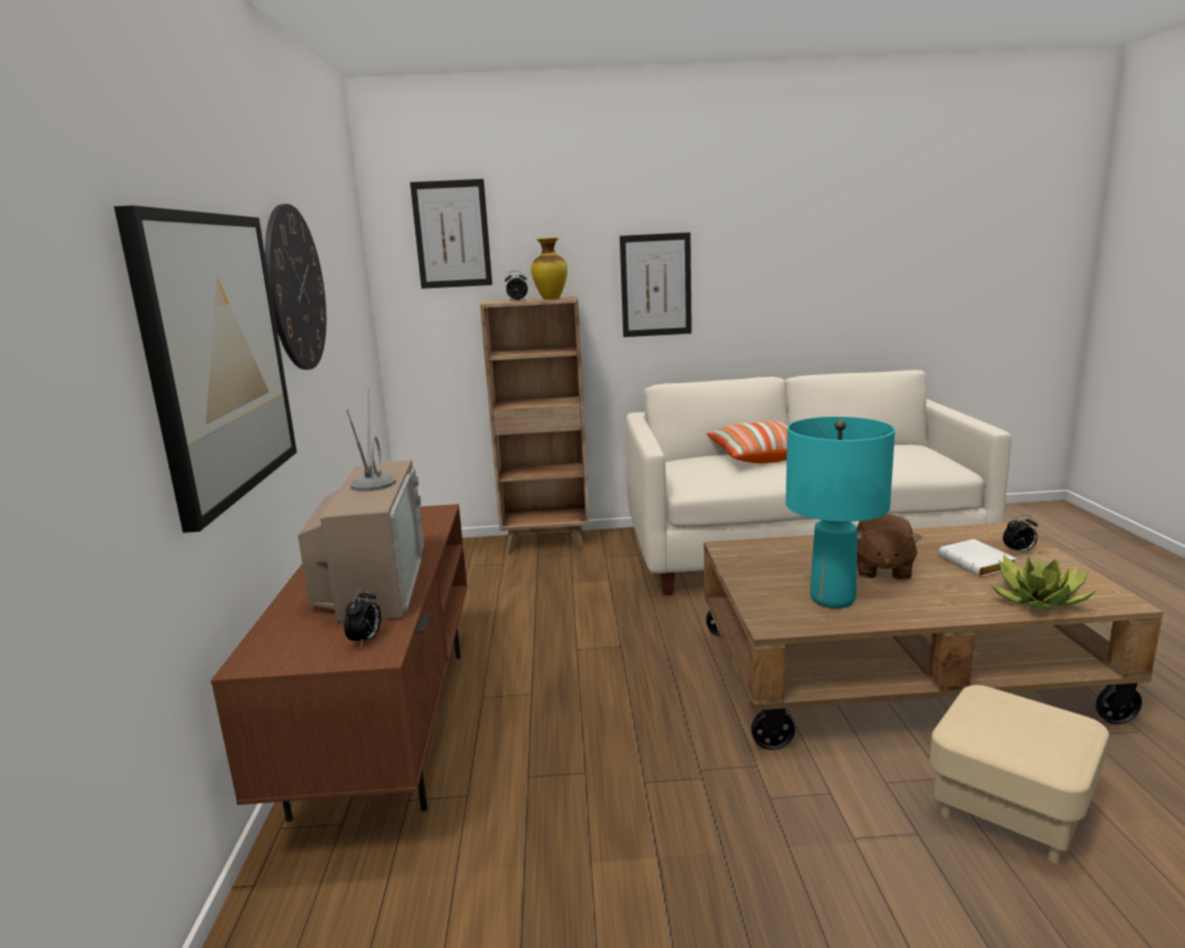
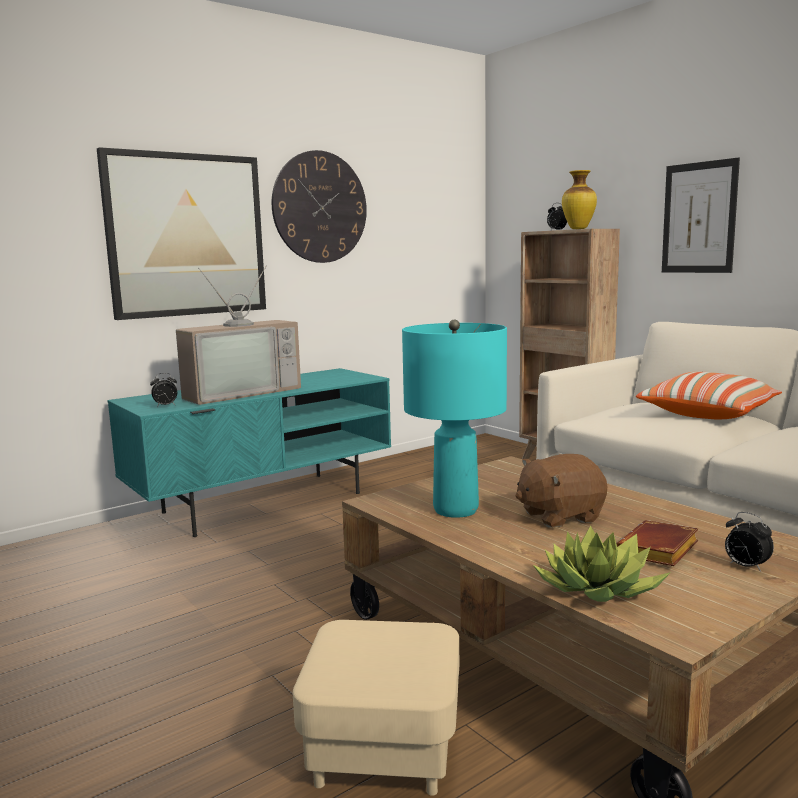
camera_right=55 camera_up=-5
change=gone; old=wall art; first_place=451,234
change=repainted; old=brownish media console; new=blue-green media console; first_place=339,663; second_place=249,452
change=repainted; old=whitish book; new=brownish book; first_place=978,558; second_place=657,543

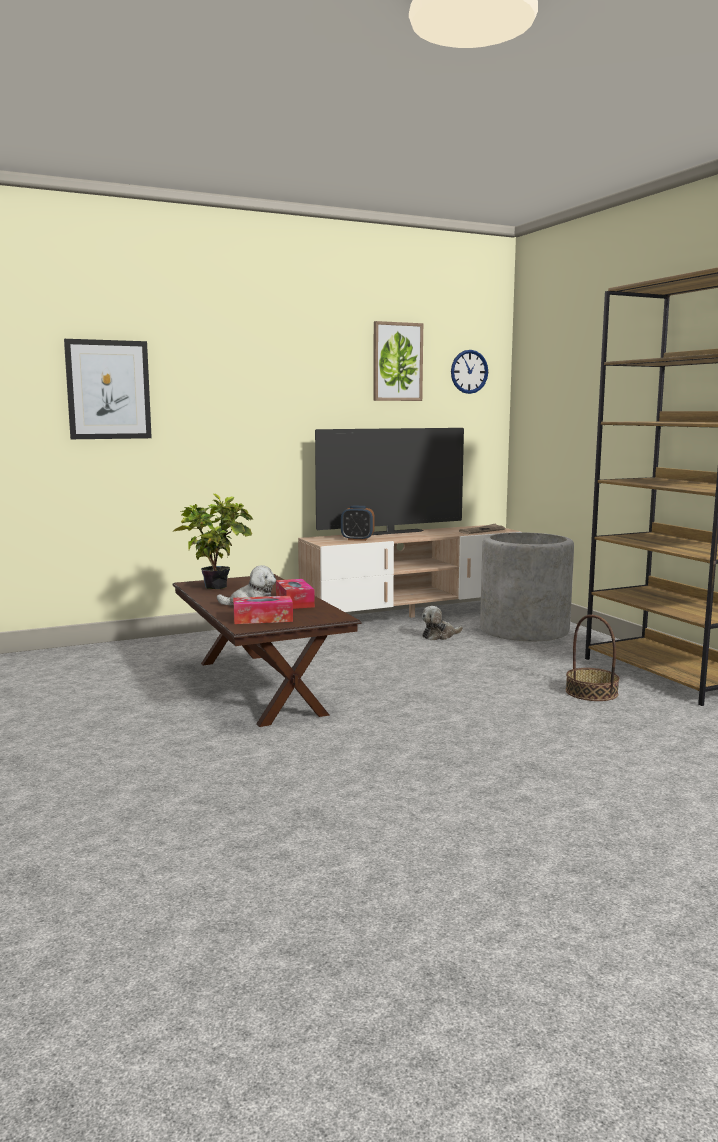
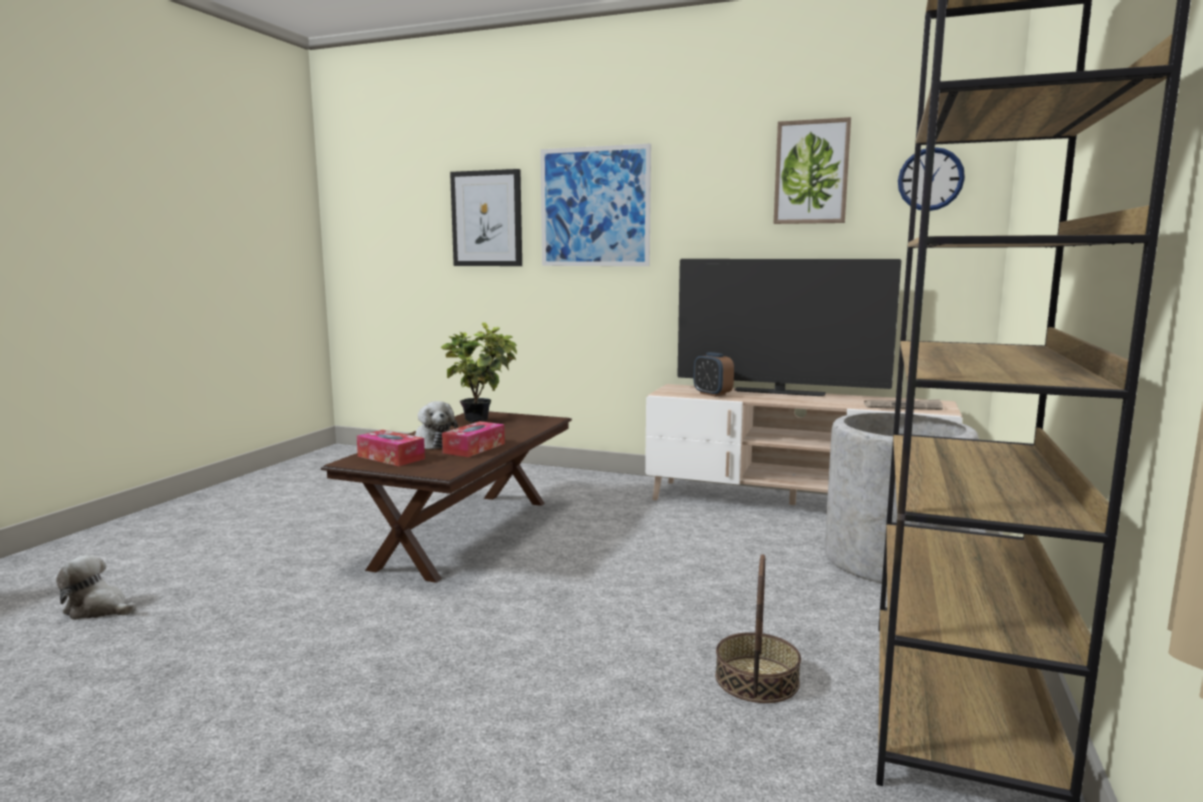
camera_right=45 camera_up=0
change=new; new=wall art; second_place=595,205
change=shifted; old=soft toy; first_place=442,623; second_place=96,587

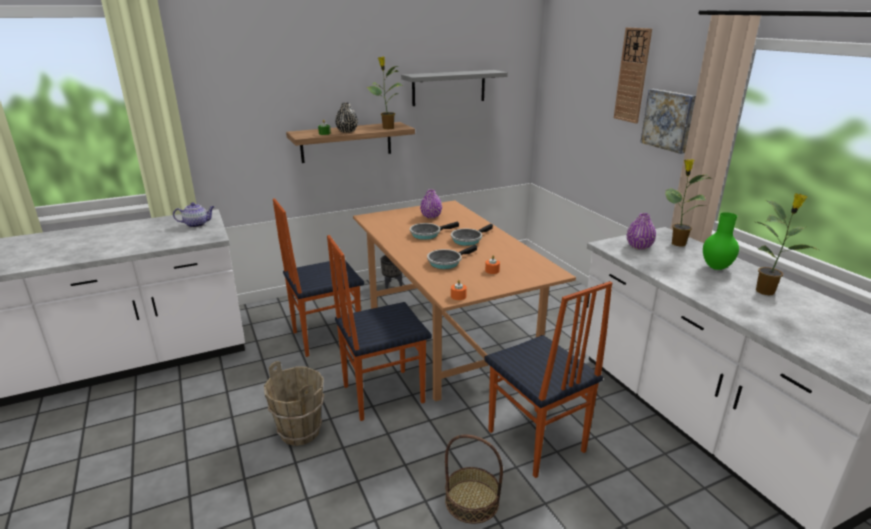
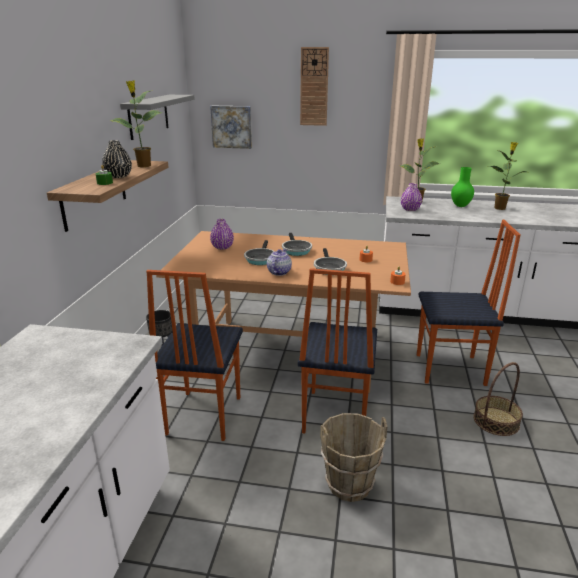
camera_right=-55 camera_up=0
change=shifted; old=tea pot; first_place=194,215; second_place=279,262
change=shifted; old=wall art; first_place=668,121; second_place=231,127

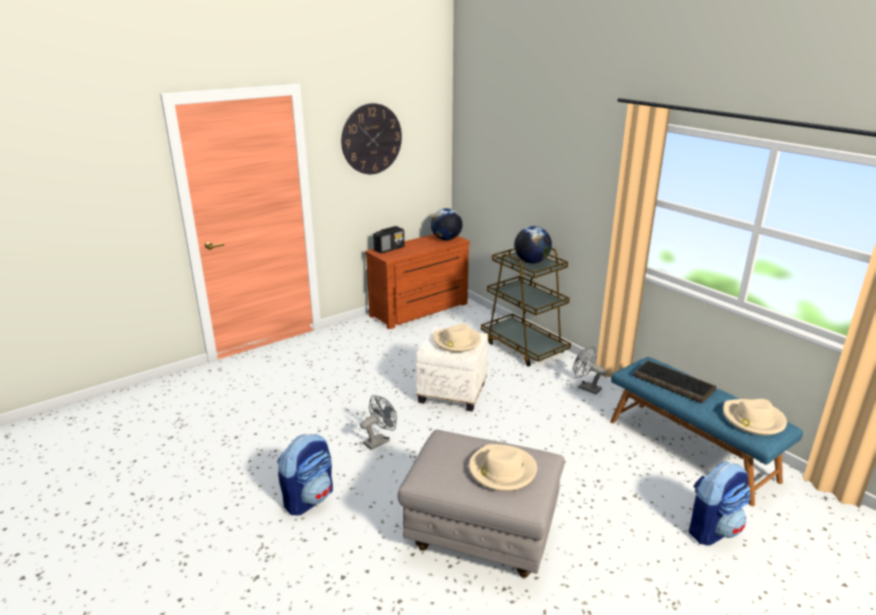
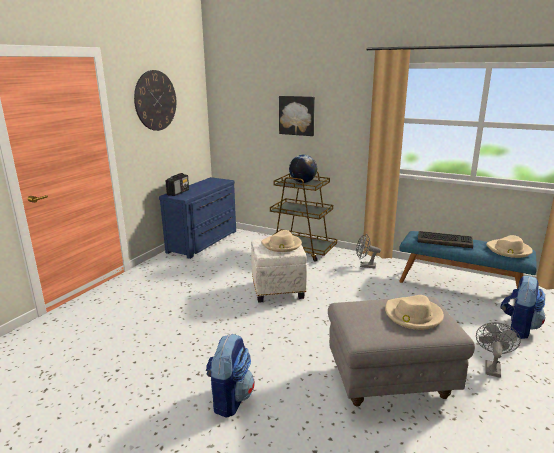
camera_right=-25 camera_up=-5
change=gone; old=desk globe; first_place=447,224
change=new; new=wall art; second_place=297,116
change=shifted; old=greyish cooling fan; first_place=378,422; second_place=498,350
change=repainted; old=brownish chest of drawers; new=blue-coloured chest of drawers; first_place=417,281; second_place=197,218

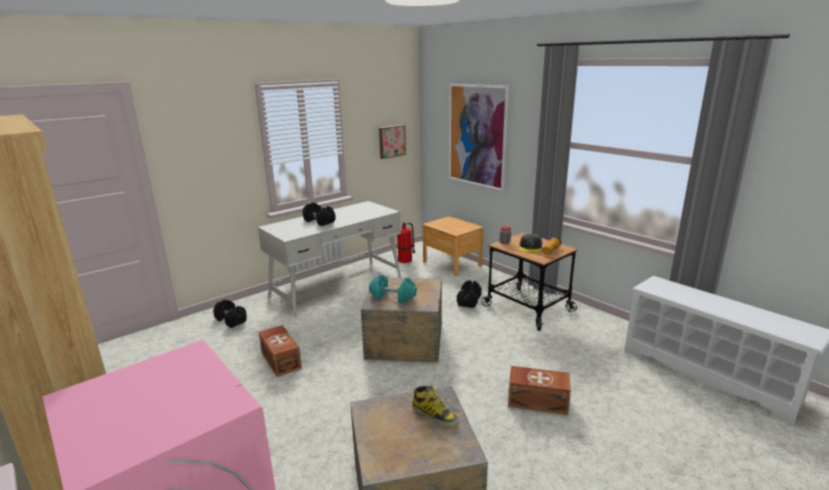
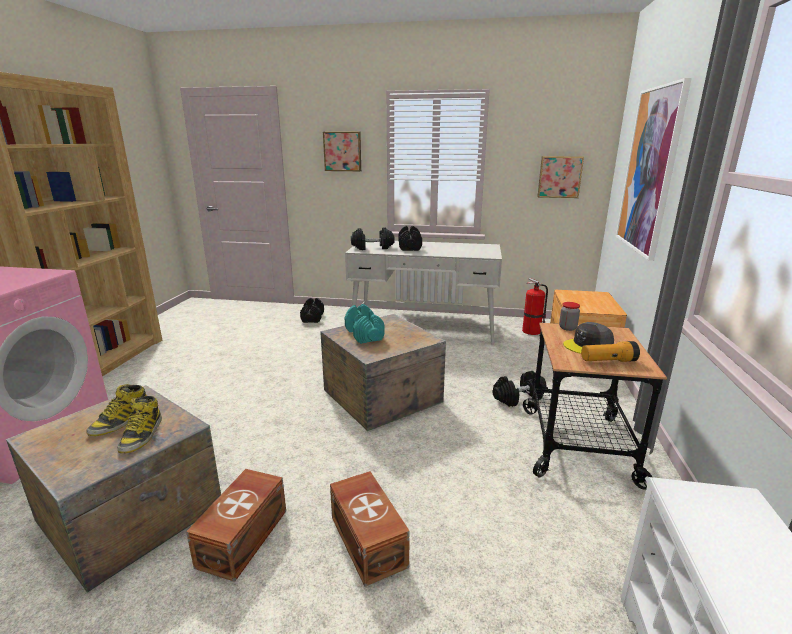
camera_right=50 camera_up=0
change=new; new=high-top boot; second_place=116,410
change=new; new=wall art; second_place=342,151
change=new; new=black-coloured free weight; second_place=373,238
change=shifted; old=brownish storage box; first_place=280,351; second_place=236,525

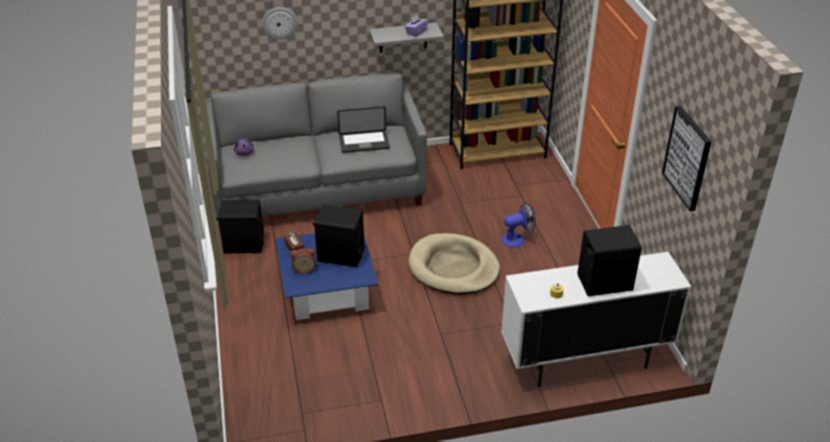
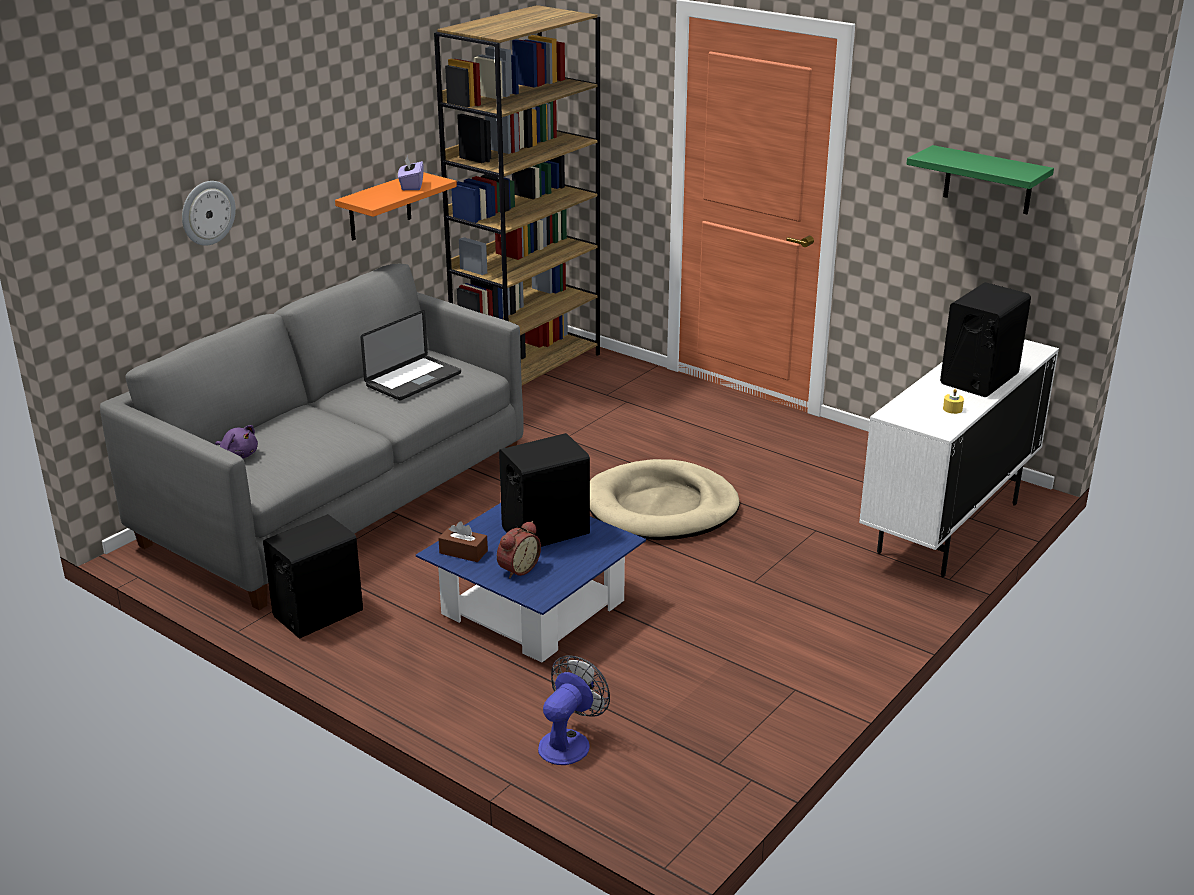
camera_right=-40 camera_up=-10
change=shifted; old=cooling fan; first_place=519,224; second_place=574,710
change=swapped; old=wall art; new=greenish wall shelf; first_place=686,158; second_place=980,179
change=repainted; old=greyish wall shelf; new=orange wall shelf; first_place=406,37; second_place=396,206

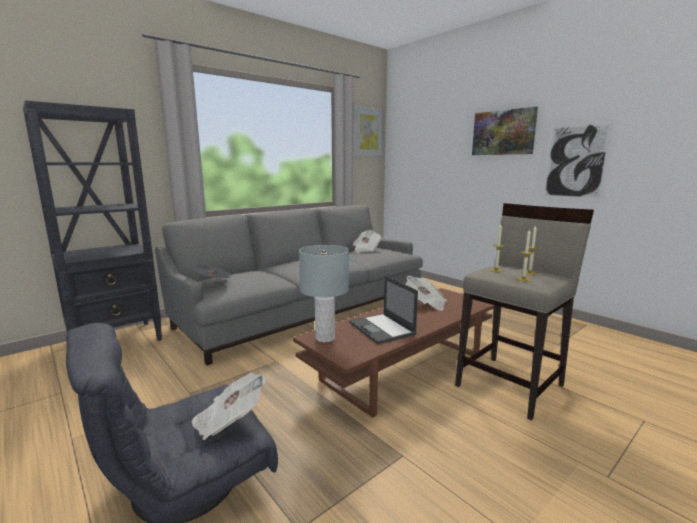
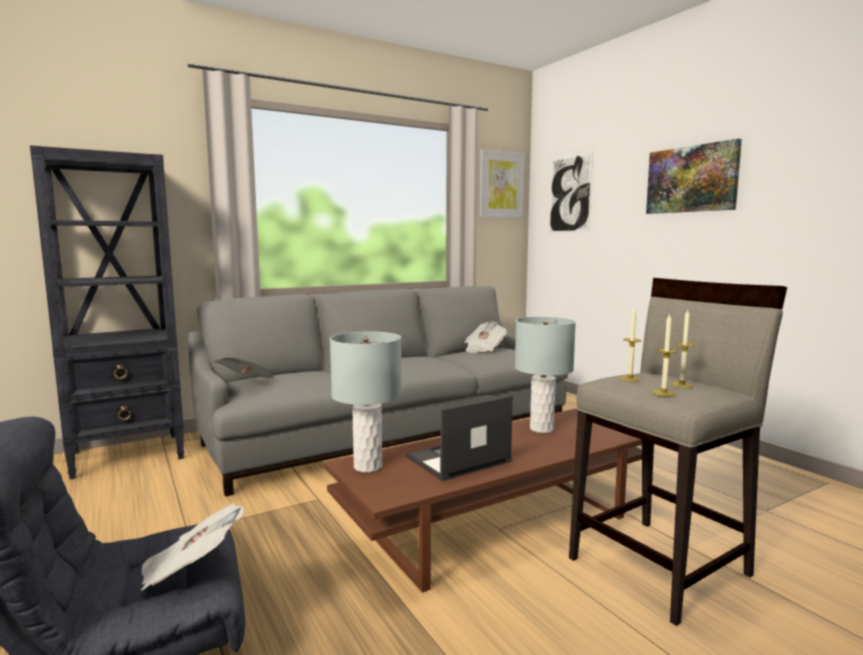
camera_right=10 camera_up=-5
change=shifted; old=wall art; first_place=578,160; second_place=571,192
change=swapped; old=daily paper; new=greyish table lamp; first_place=426,293; second_place=545,375
change=rotated; old=portable computer; first_place=383,310; second_place=459,438; degrees=75

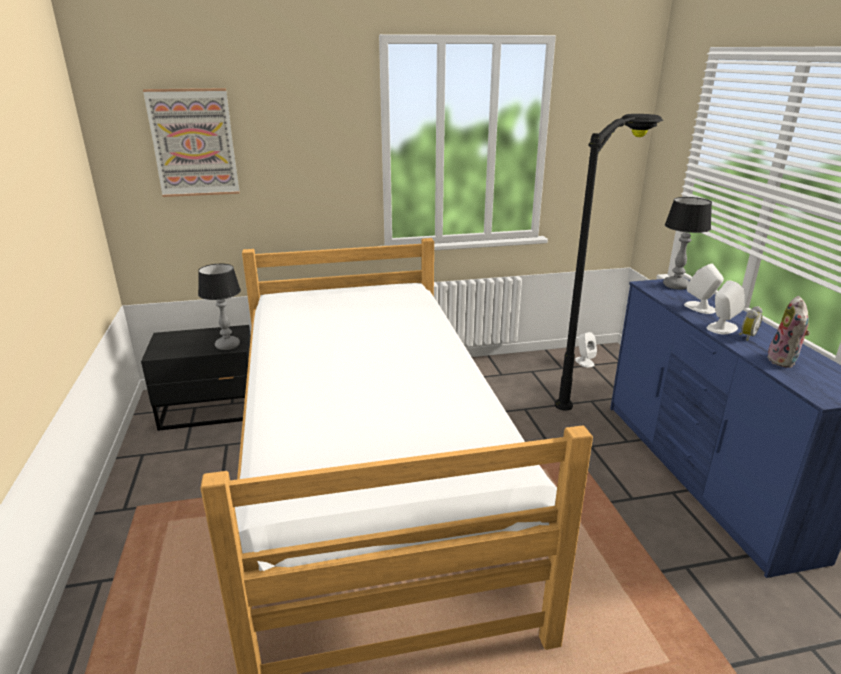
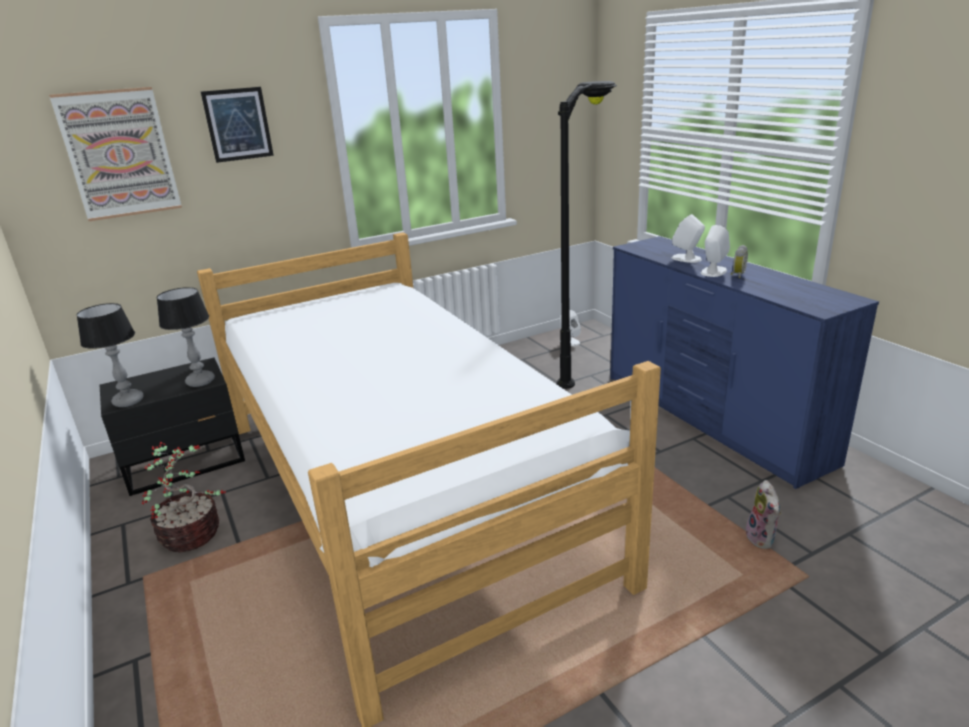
camera_right=-15 camera_up=0
change=new; new=potted plant; second_place=184,497
change=new; new=wall art; second_place=237,125
change=shifted; old=table lamp; first_place=687,243; second_place=110,355
change=shifted; old=soft toy; first_place=788,332; second_place=763,514

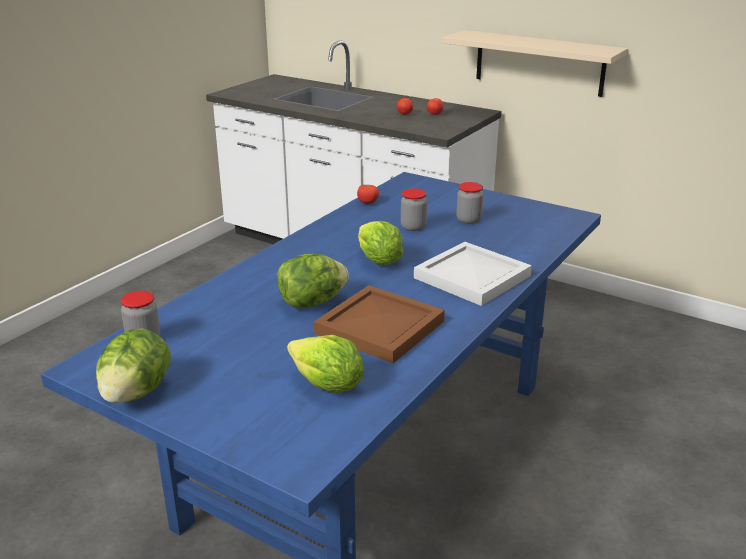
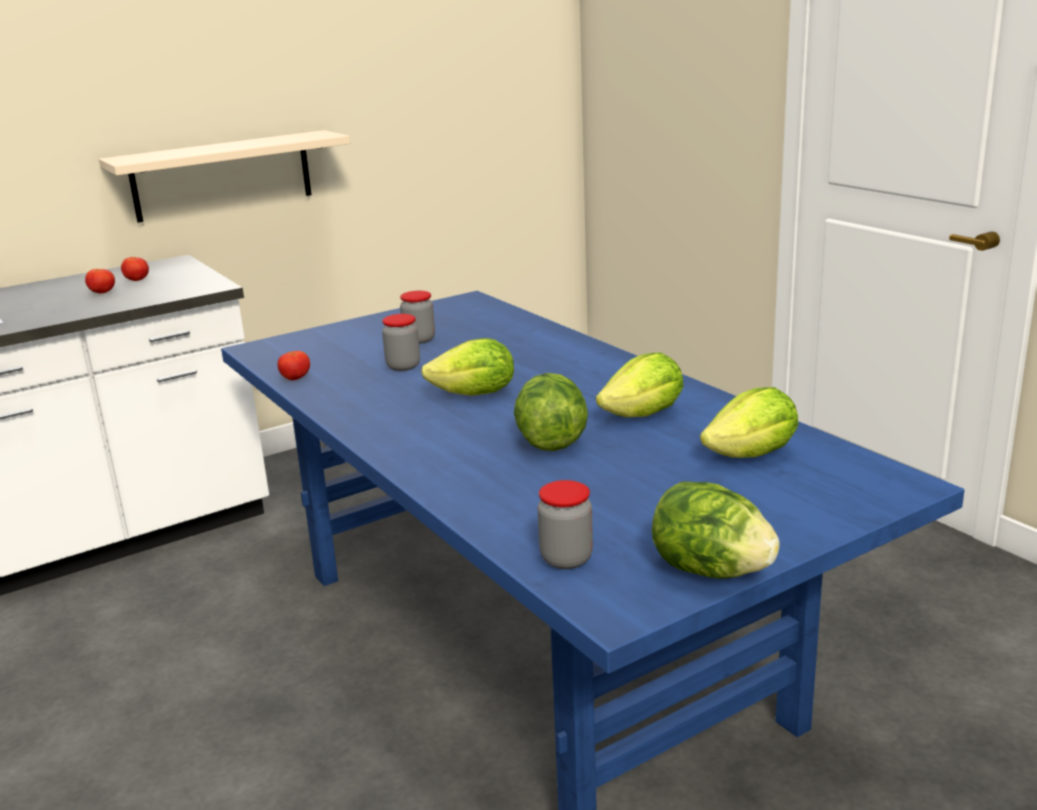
camera_right=-65 camera_up=-5
change=gone; old=whitish serving tray; first_place=473,274
change=swapped; old=brownish serving tray; new=lettuce; first_place=379,324; second_place=640,384

